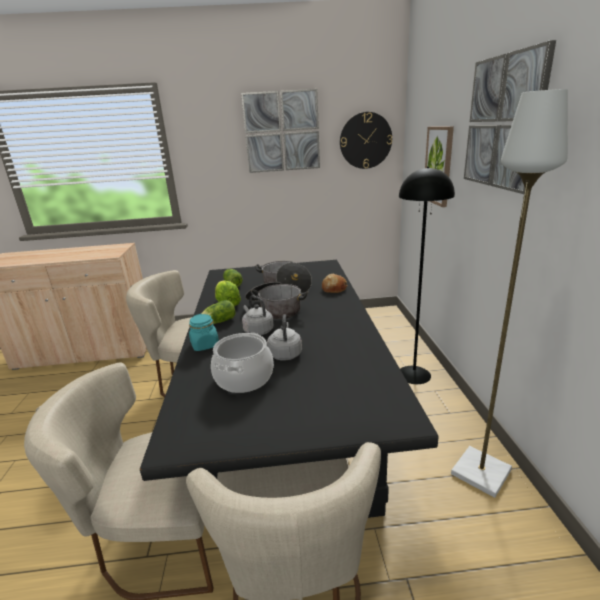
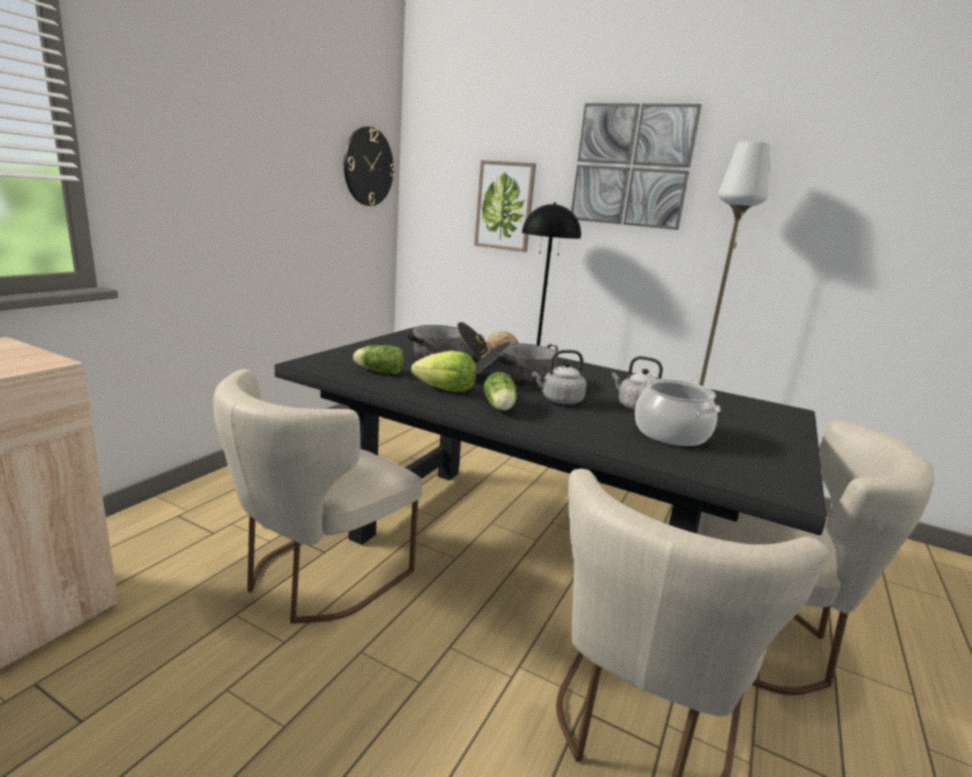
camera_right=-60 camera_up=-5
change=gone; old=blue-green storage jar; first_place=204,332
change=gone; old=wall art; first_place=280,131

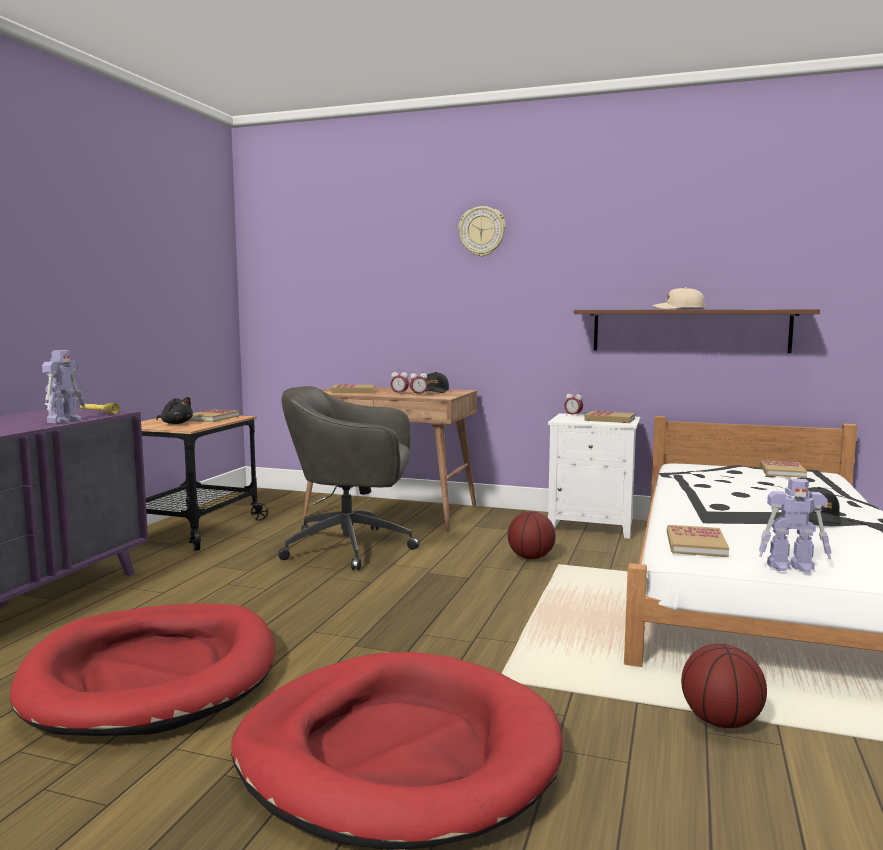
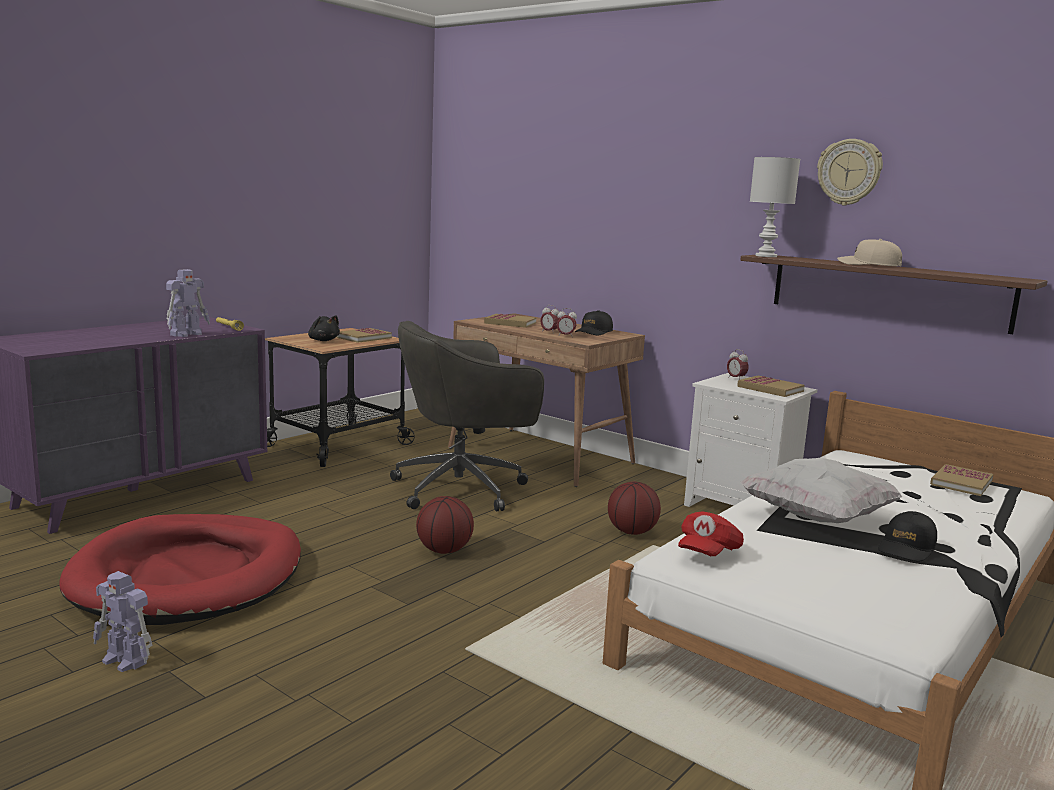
camera_right=20 camera_up=5
change=gone; old=red-coloured dog cushion; first_place=397,751
change=new; new=whitish cushion; second_place=821,490
change=new; new=whitish table lamp; second_place=775,207
change=shifted; old=hanging clock; first_place=482,231; second_place=850,172
change=shifted; old=basketball; first_place=724,686; second_place=445,525
change=shifted; old=robot figure; first_place=795,526; second_place=122,621
change=swapped; old=book; new=red-coloured cap; first_place=698,541; second_place=711,533
change=rotated; old=greyish desk chair; first_place=349,478; second_place=467,416; degrees=-45

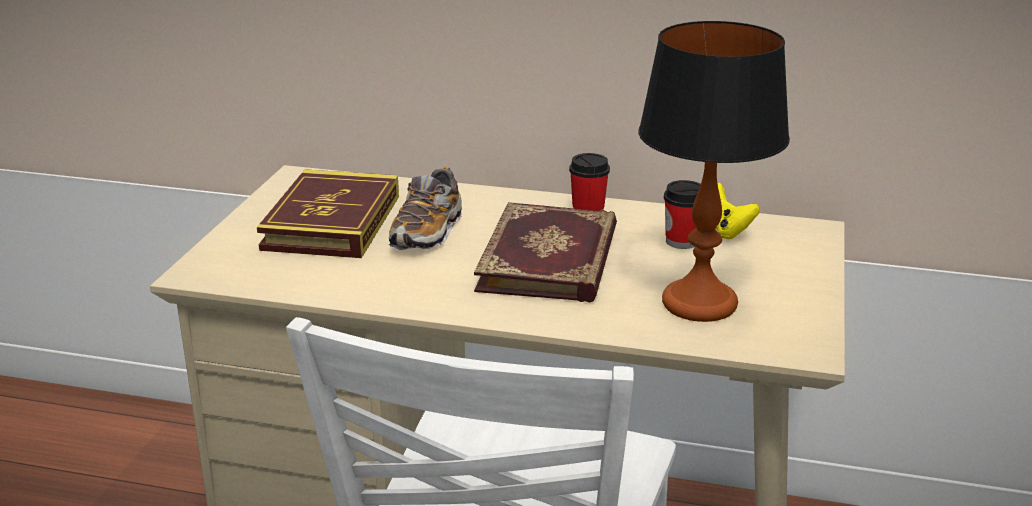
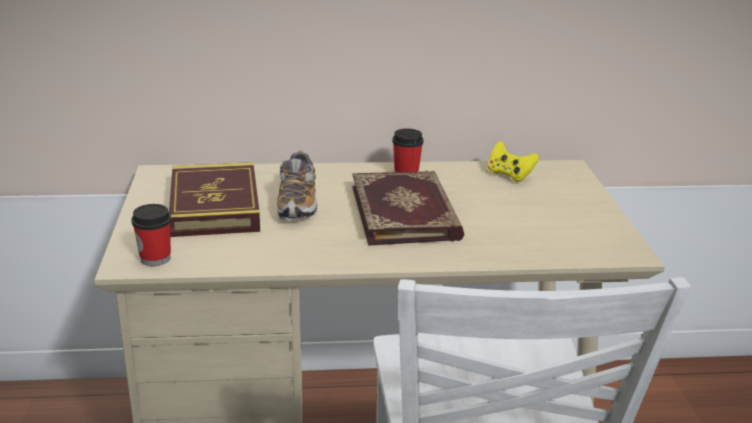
camera_right=-20 camera_up=0
change=gone; old=table lamp; first_place=714,171
change=shifted; old=cup; first_place=682,214; second_place=151,235

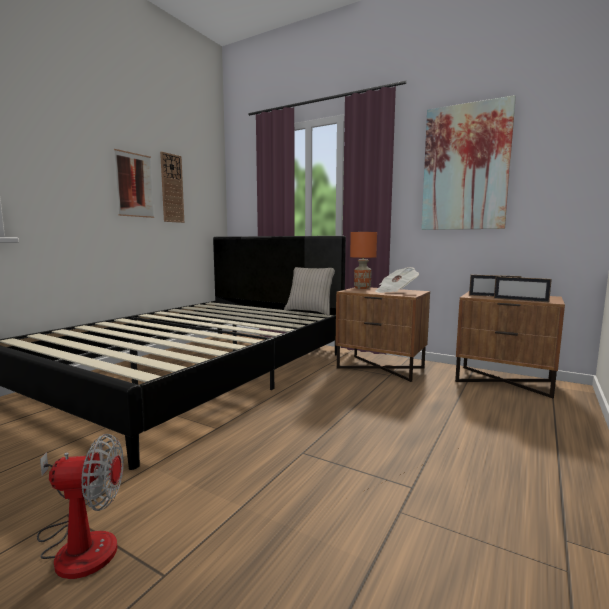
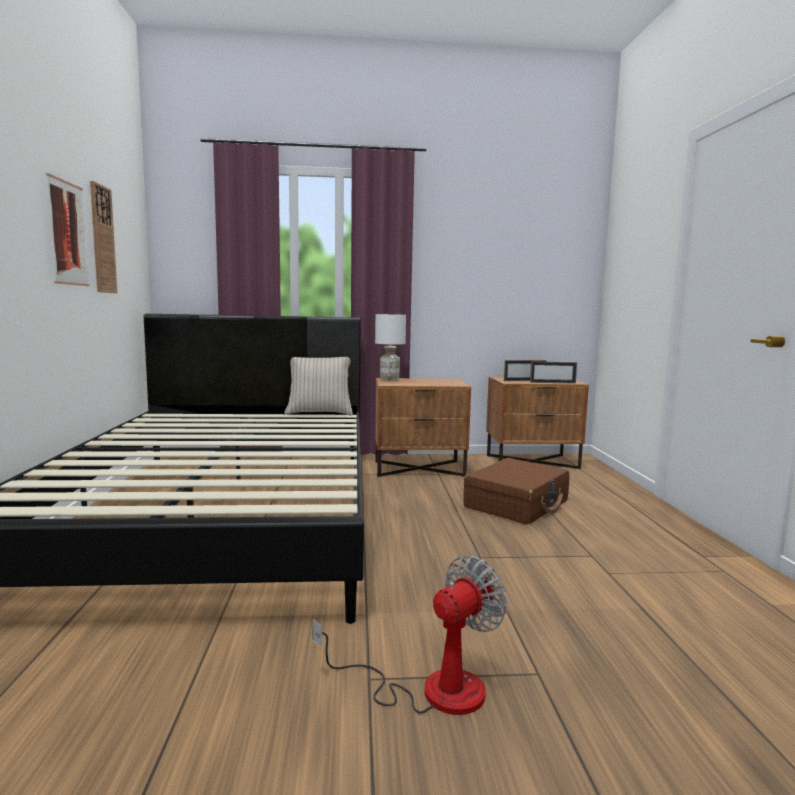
camera_right=-35 camera_up=0
change=gone; old=daily paper; first_place=397,280
change=gone; old=wall art; first_place=468,162
change=new; new=brownish suitcase; second_place=516,491
change=repainted; old=orange table lamp; new=whitish table lamp; first_place=363,260; second_place=390,347

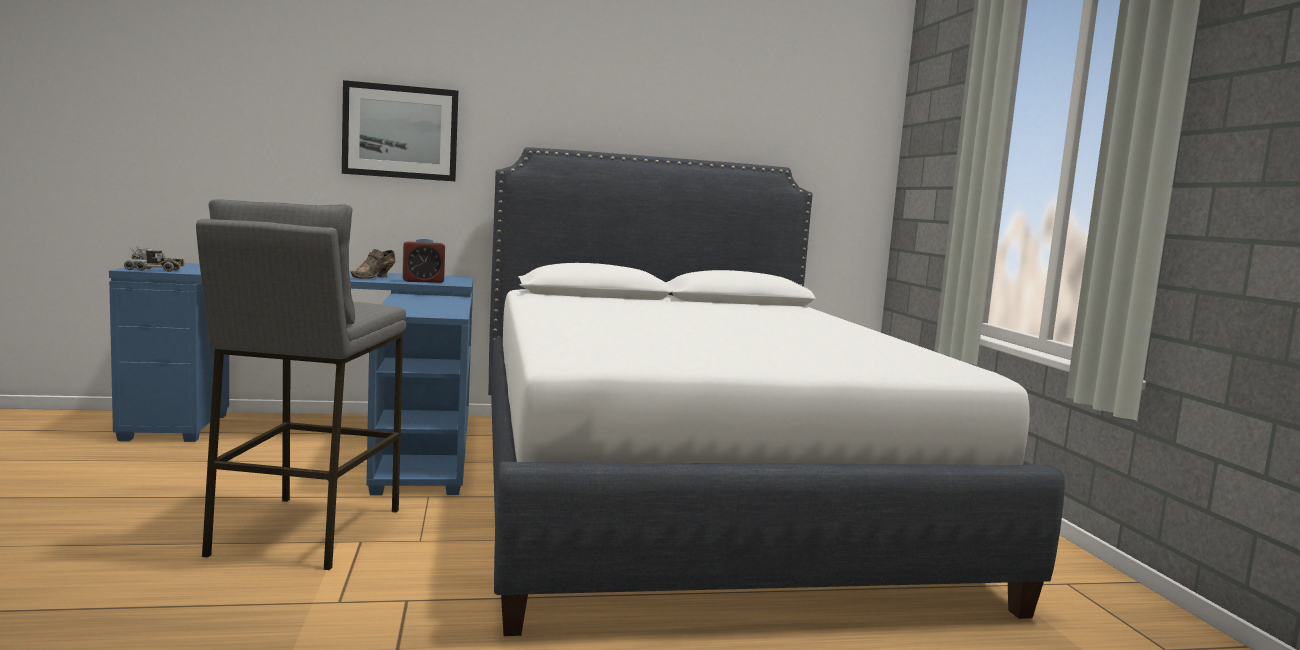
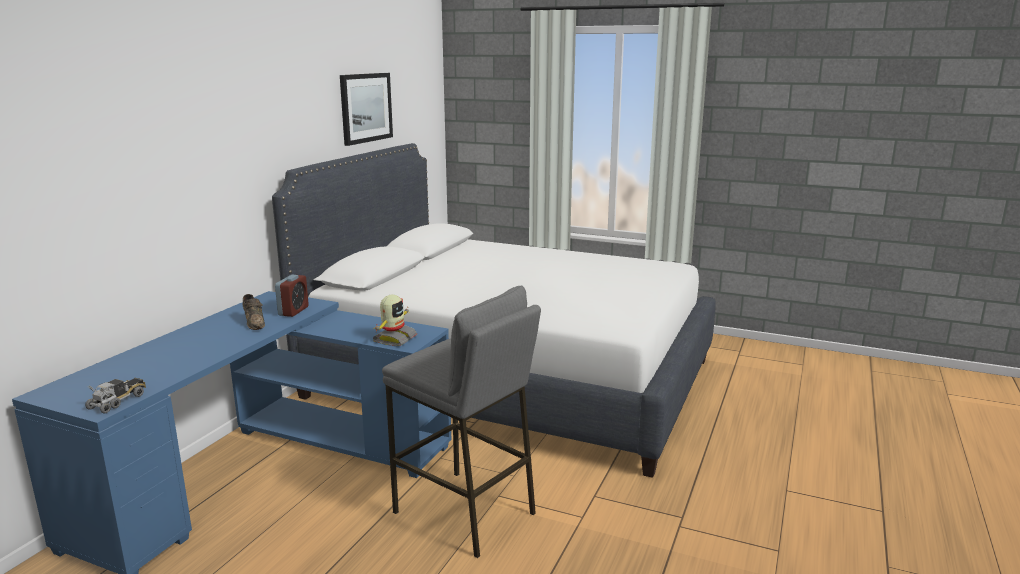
camera_right=-55 camera_up=10
change=new; new=robot figure; second_place=395,320
change=shifted; old=wall art; first_place=400,130; second_place=366,109

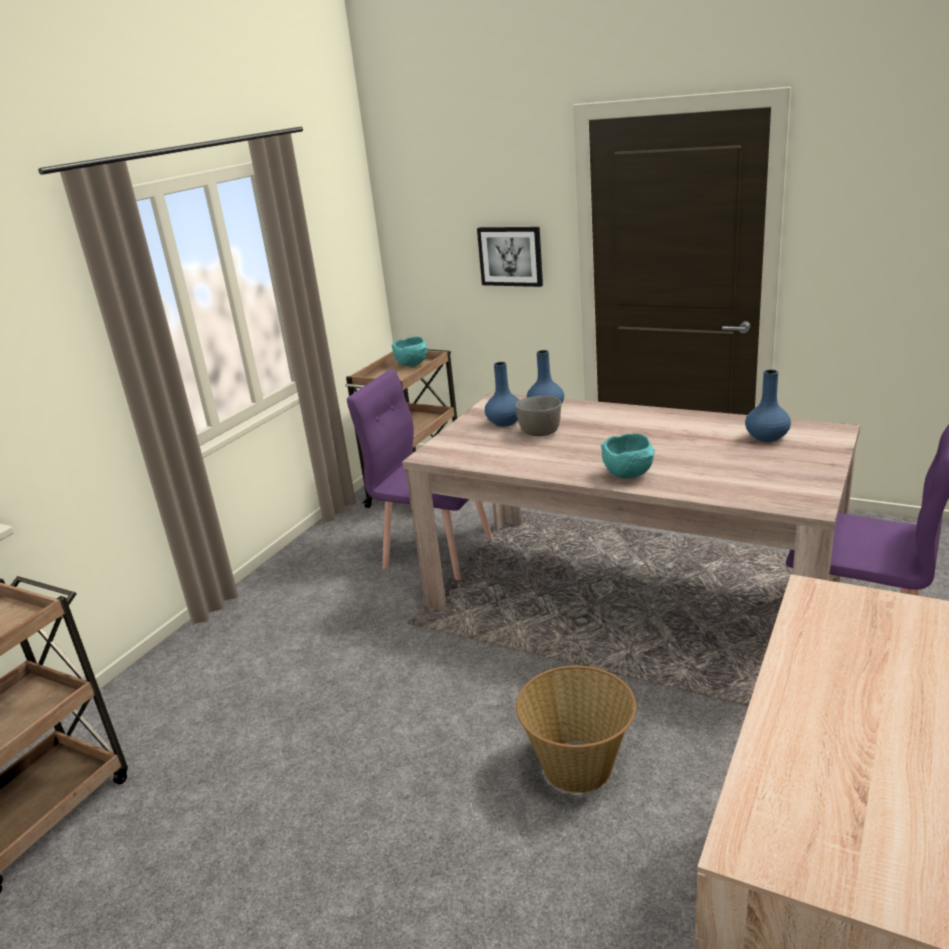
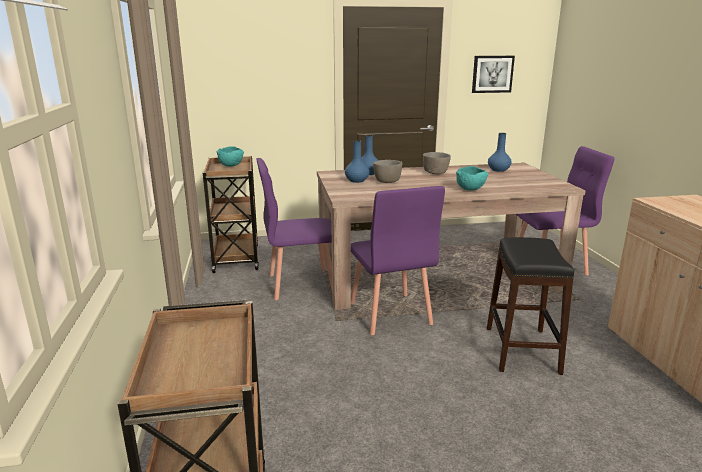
camera_right=-40 camera_up=-5
change=new; new=purple-coloured plain chair; second_place=398,260
change=new; new=greyish serving bowl; second_place=437,163
change=shifted; old=wall art; first_place=510,257; second_place=493,74
change=swapped; old=basket; new=black-coloured sitting stool; first_place=576,729; second_place=530,306

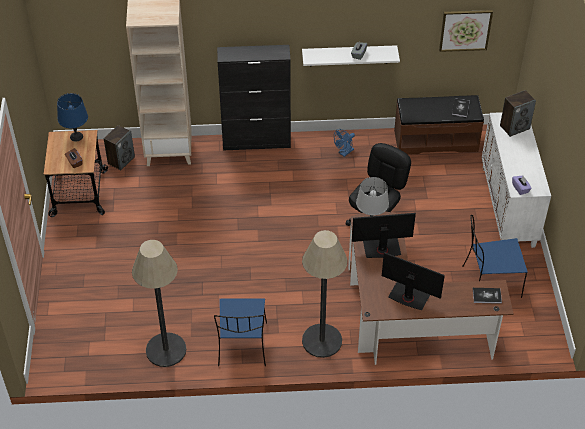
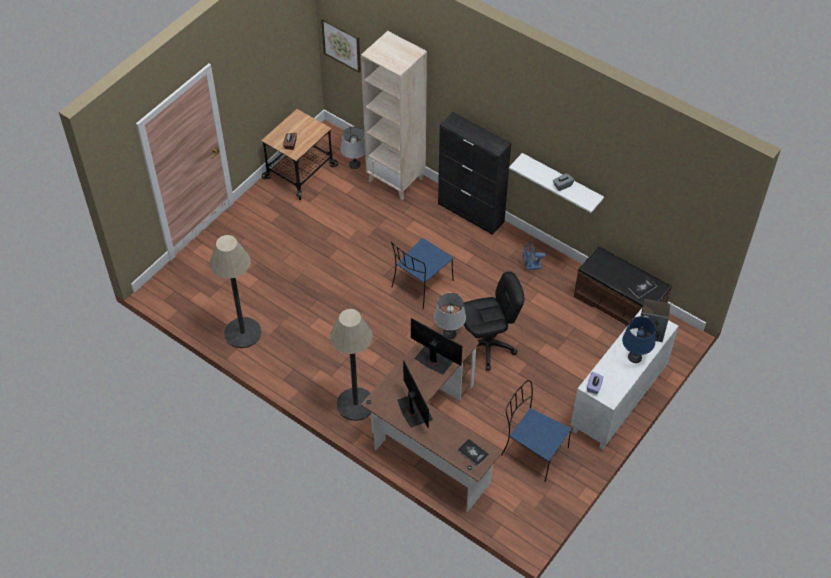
camera_right=40 camera_up=5
change=shifted; old=blue-coloured table lamp; first_place=72,117; second_place=639,339
change=shifted; old=blue-coloured plain chair; first_place=240,332; second_place=422,273
change=shifted; old=wall art; first_place=466,31; second_place=341,45
change=swapped; old=audio speaker; new=greyish table lamp; first_place=119,148; second_place=353,148

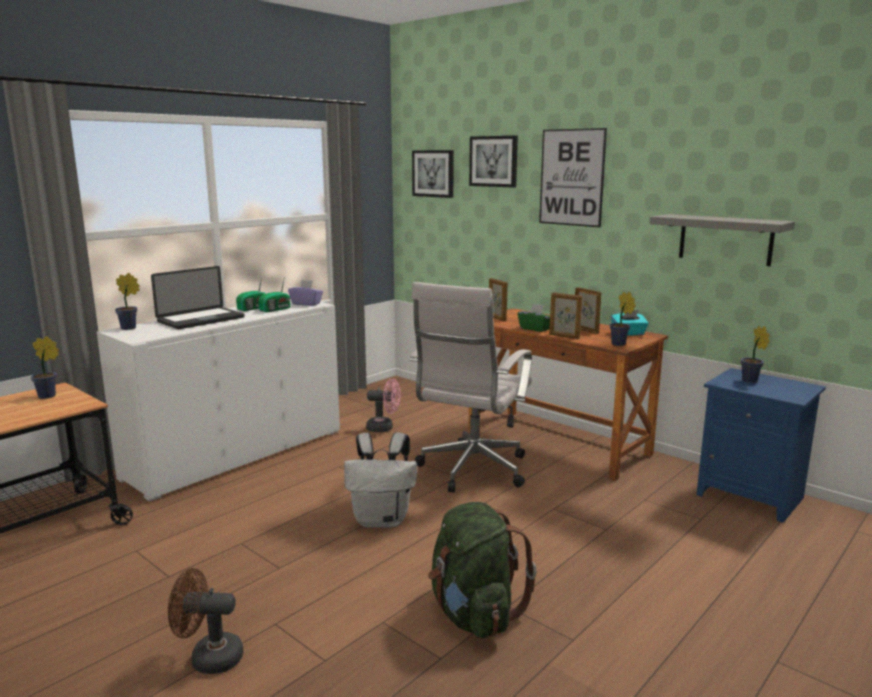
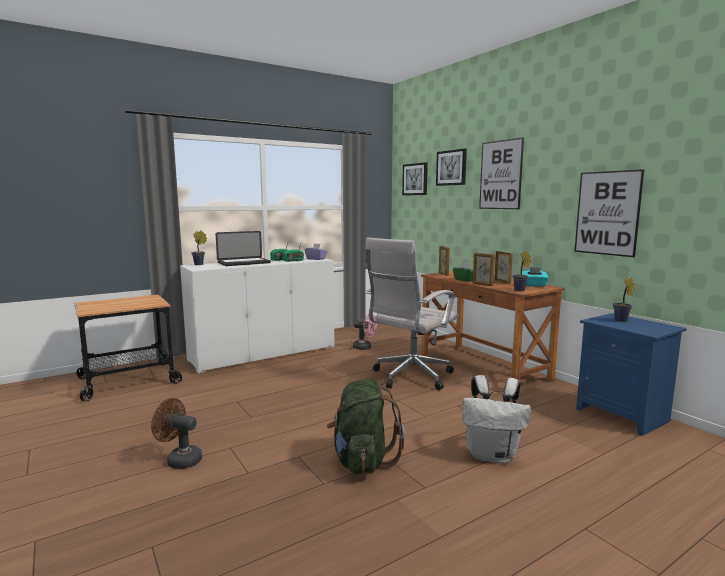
camera_right=15 camera_up=-5
change=gone; old=potted plant; first_place=45,367
change=shifted; old=whitish knapsack; first_place=380,480; second_place=496,419
change=swapped; old=greyish wall shelf; new=wall art; first_place=722,240; second_place=609,213

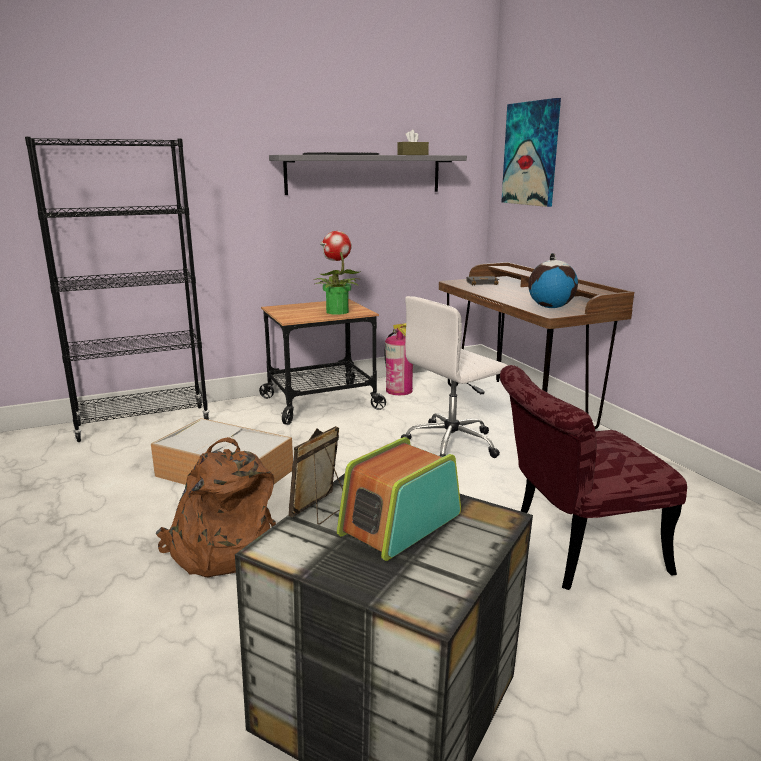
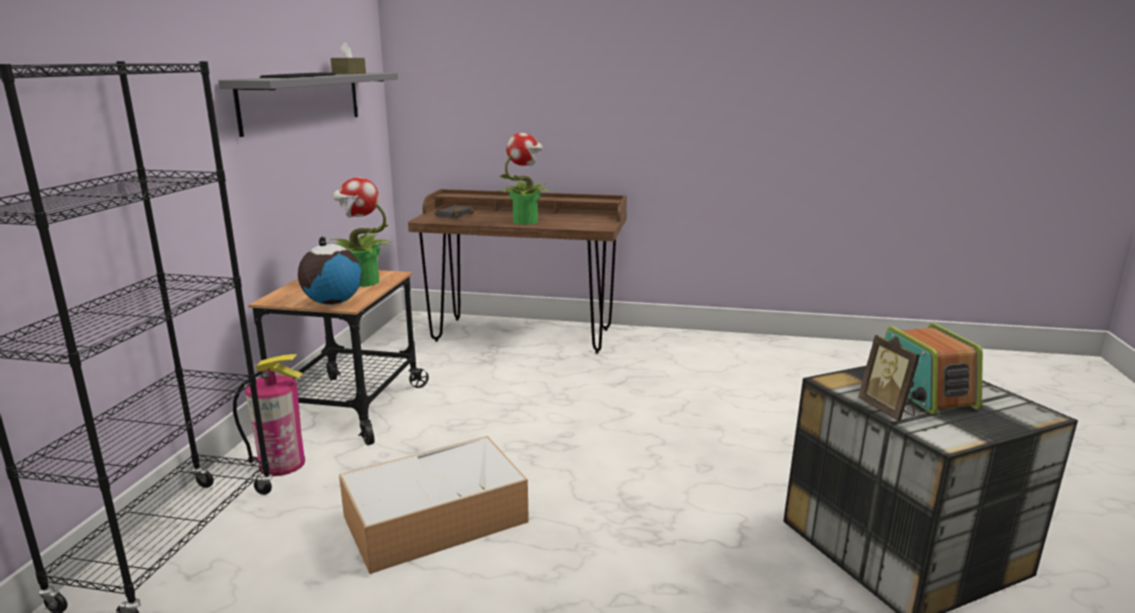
camera_right=-55 camera_up=0
change=gone; old=brownish knapsack; first_place=216,507
change=gone; old=whitish desk chair; first_place=454,377
change=gone; old=red-coloured plain chair; first_place=593,477
change=gone; old=wall art; first_place=531,152
change=new; new=potted plant; second_place=525,179
change=shifted; old=fire extinguisher; first_place=398,359; second_place=269,415
change=shifted; old=desk globe; first_place=553,280; second_place=330,271

